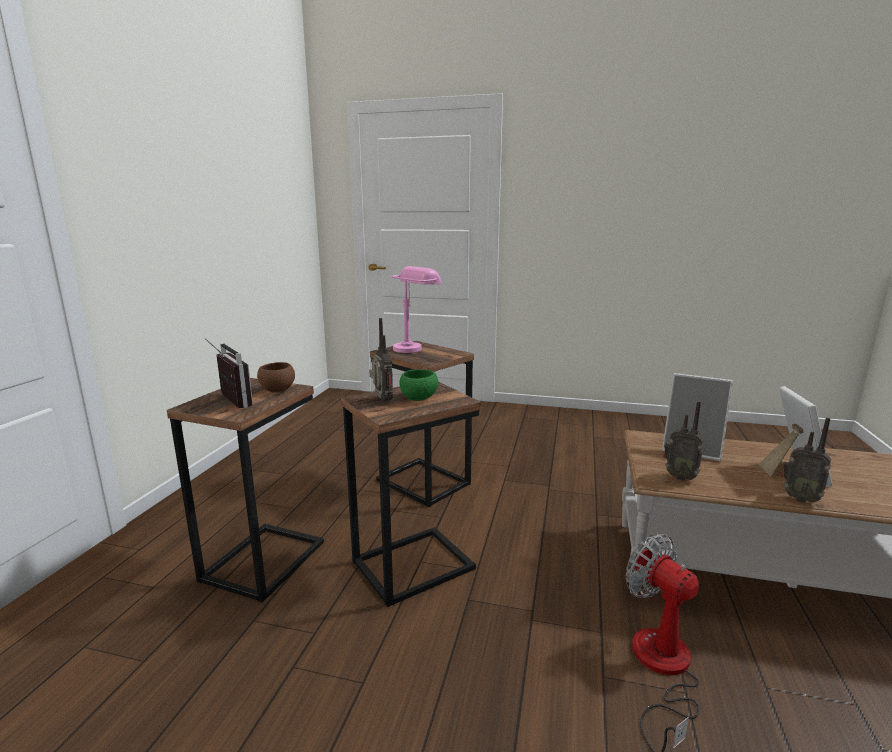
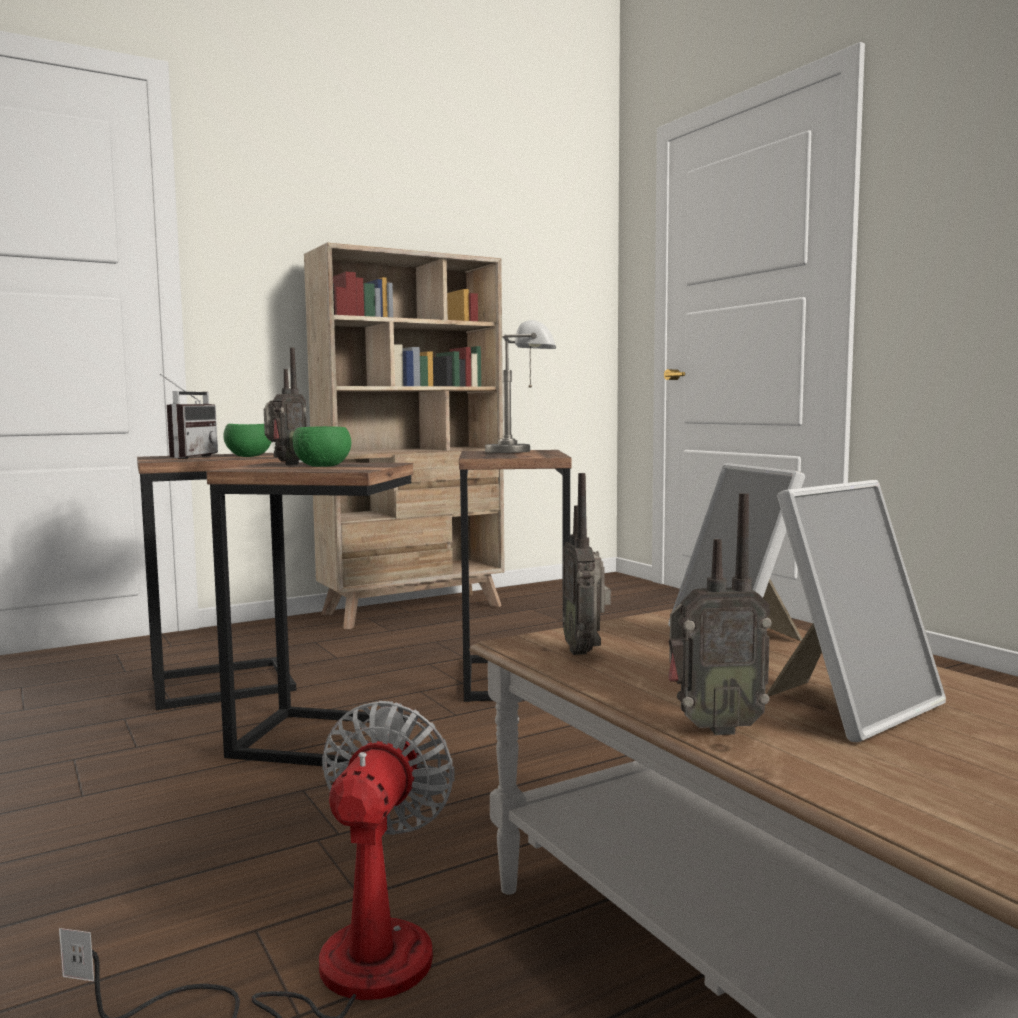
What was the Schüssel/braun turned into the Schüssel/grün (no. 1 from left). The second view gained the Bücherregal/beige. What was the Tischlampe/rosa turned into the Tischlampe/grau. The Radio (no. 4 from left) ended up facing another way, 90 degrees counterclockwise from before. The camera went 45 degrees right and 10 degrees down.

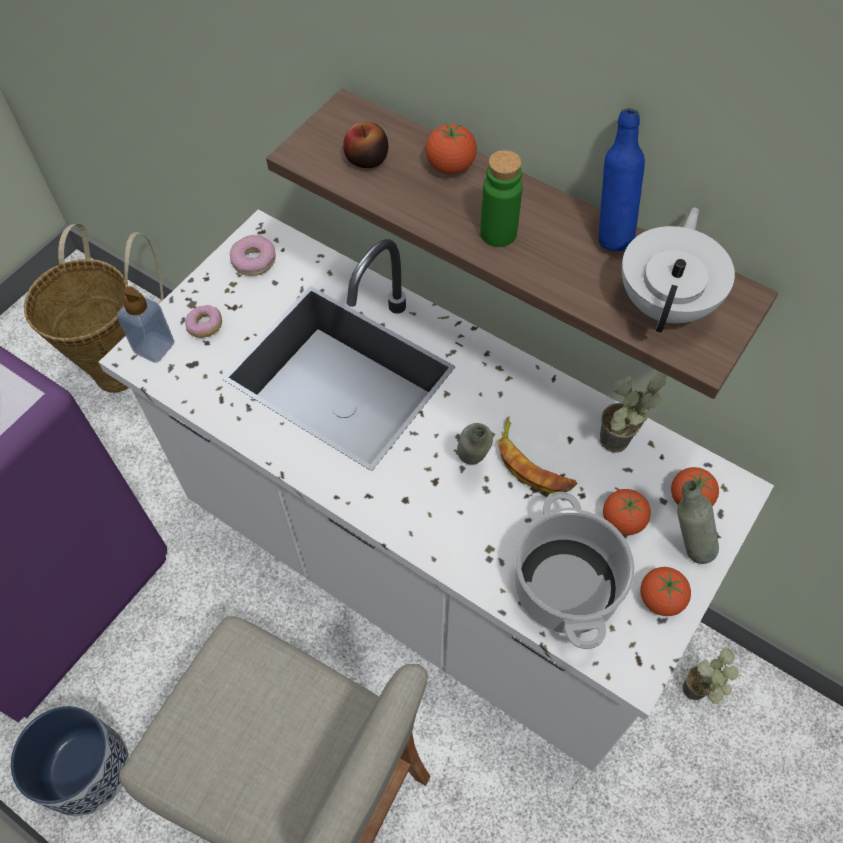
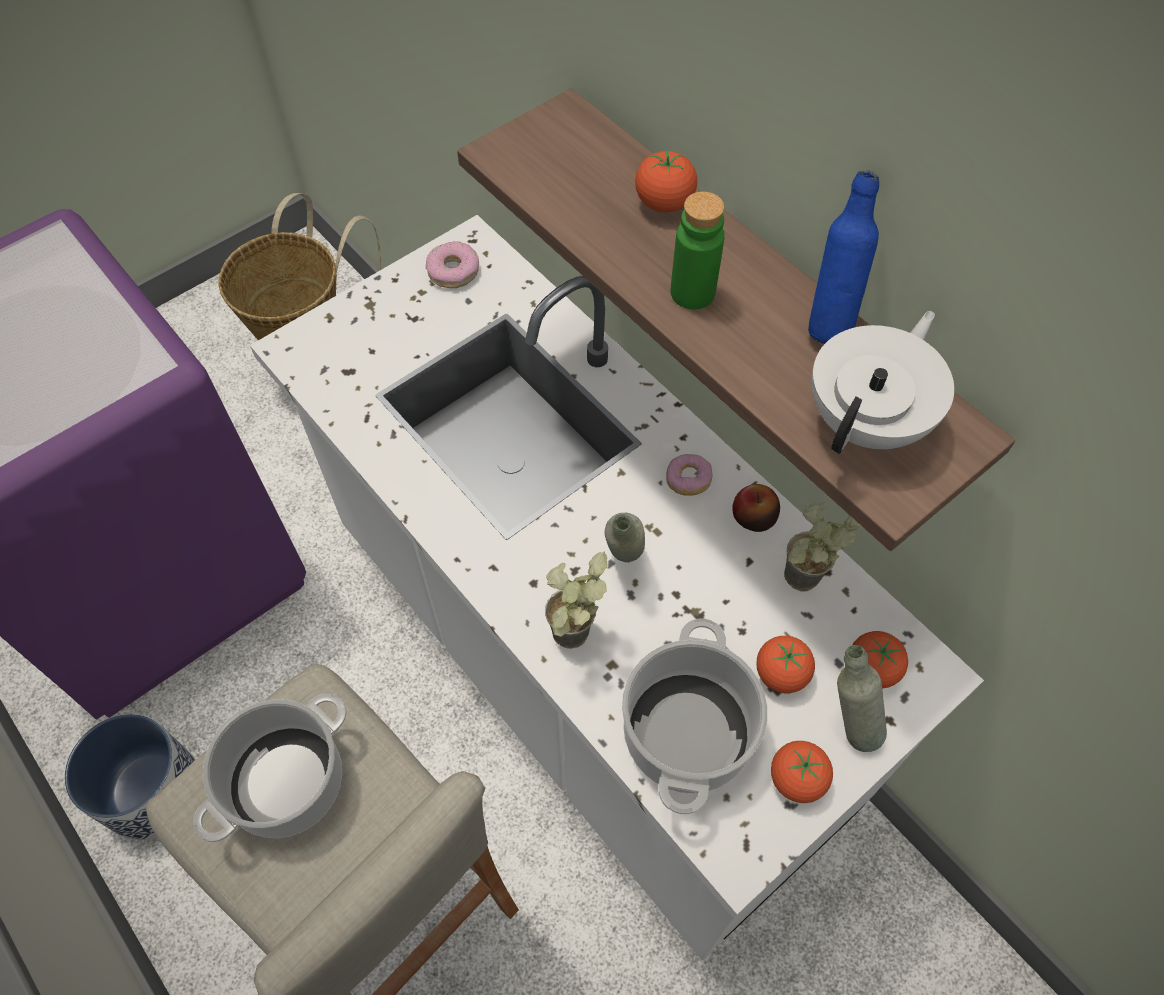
The second view gained the Kochtopf (no. 1 from left). The Topfpflanze (no. 2 from left in the first image) ended up elsewhere. The Donut (no. 1 from left in the first image) ended up elsewhere. The Apfel ended up elsewhere. The second view lost the Seifenspender. The second view lost the Banane. The camera went 15 degrees right and 0 degrees up.

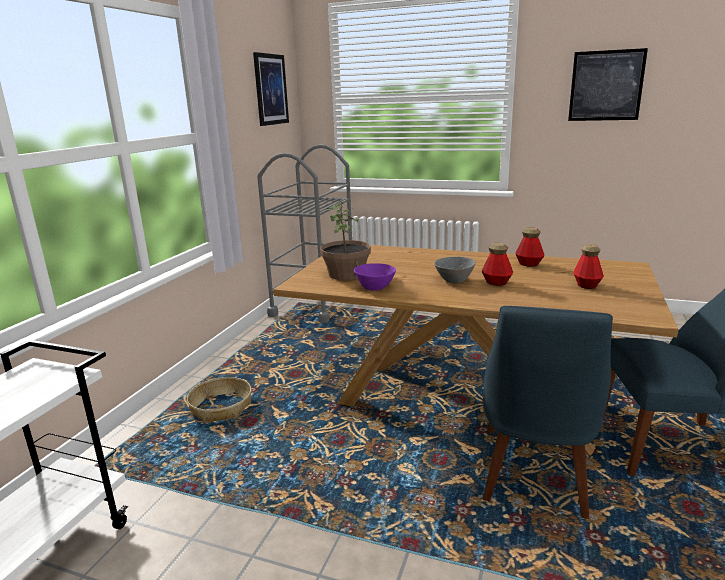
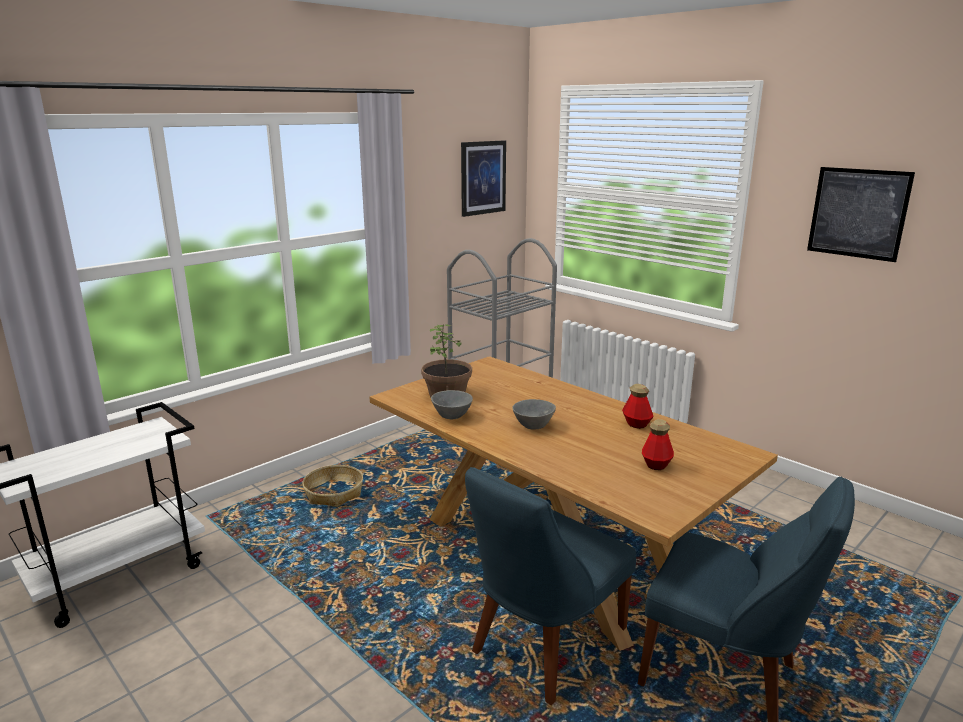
What was the Schüssel/lila turned into the Schüssel/grau (no. 1 from left). The second view lost the Flasche (no. 1 from left). The camera went 25 degrees right and 0 degrees up.

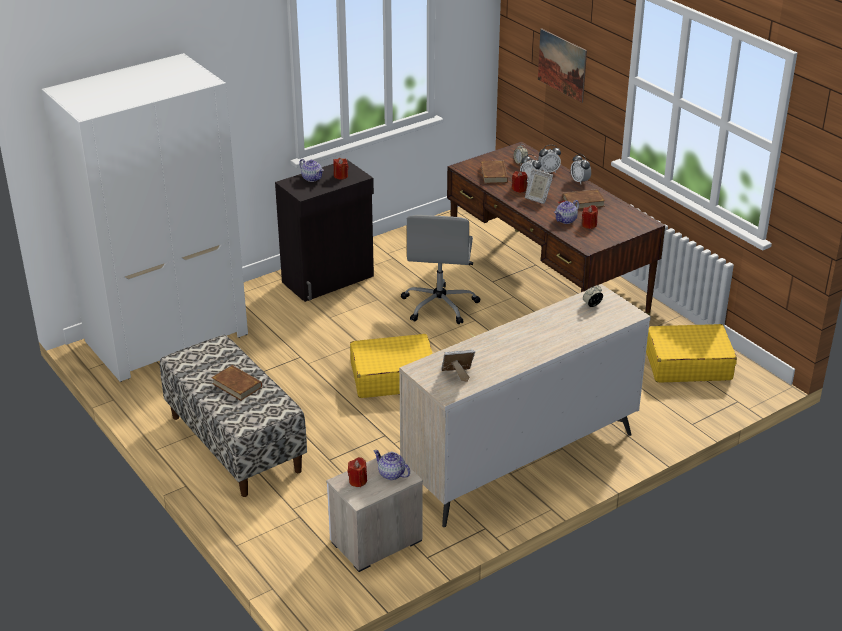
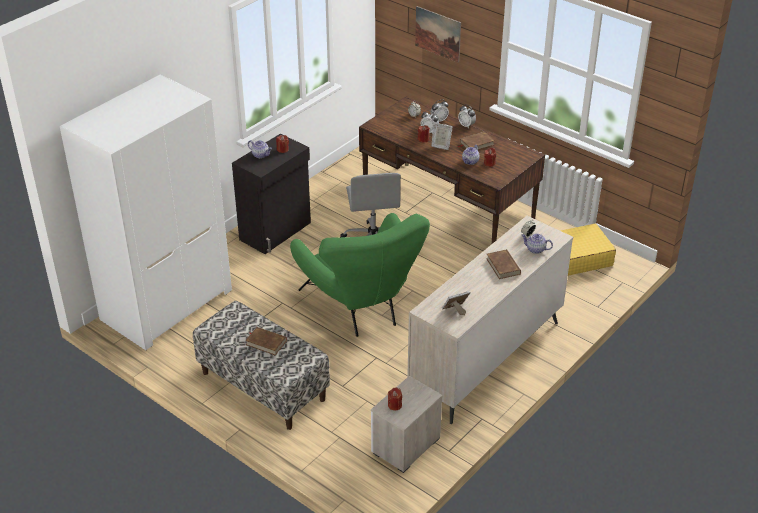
Where the Koffer/gelb (no. 1 from left) stood, the Sessel/grün came to stand. The Buch/braun (no. 2 from left in the first image) ended up elsewhere. The Teekanne (no. 2 from left in the first image) ended up elsewhere. The camera went 15 degrees left and 5 degrees up.

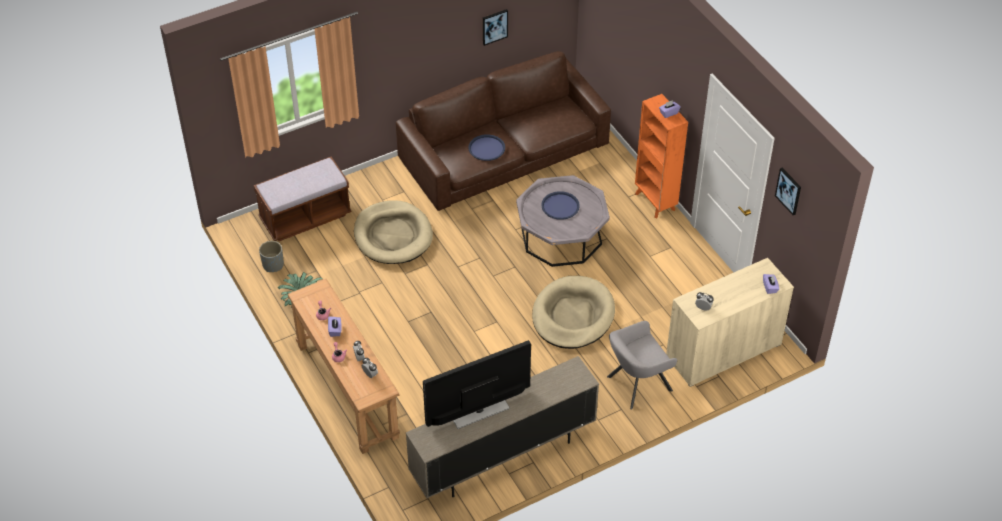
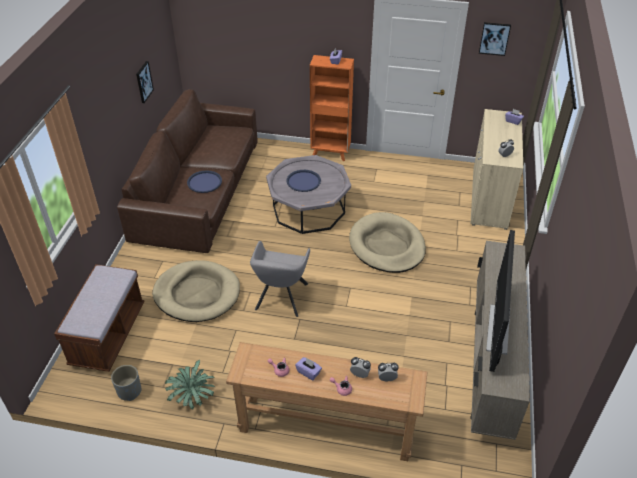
The Sessel/grau ended up elsewhere. The camera went 50 degrees left and 5 degrees down.

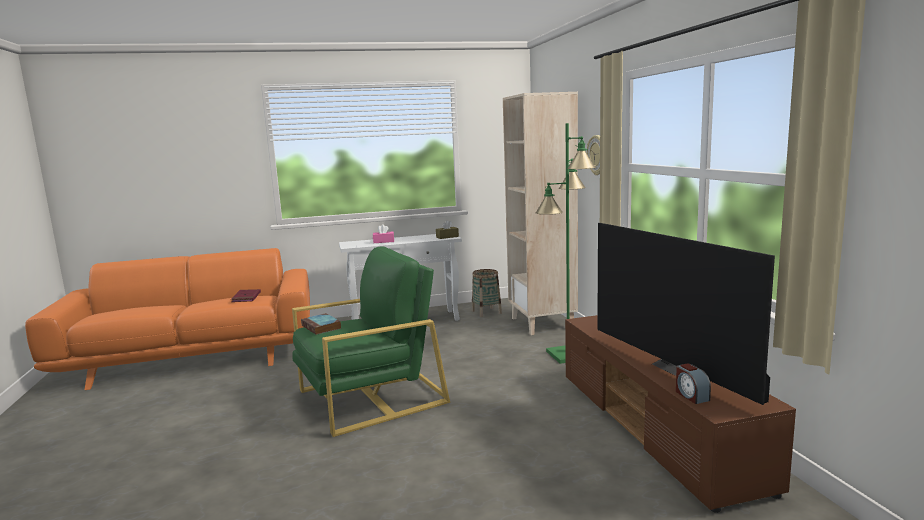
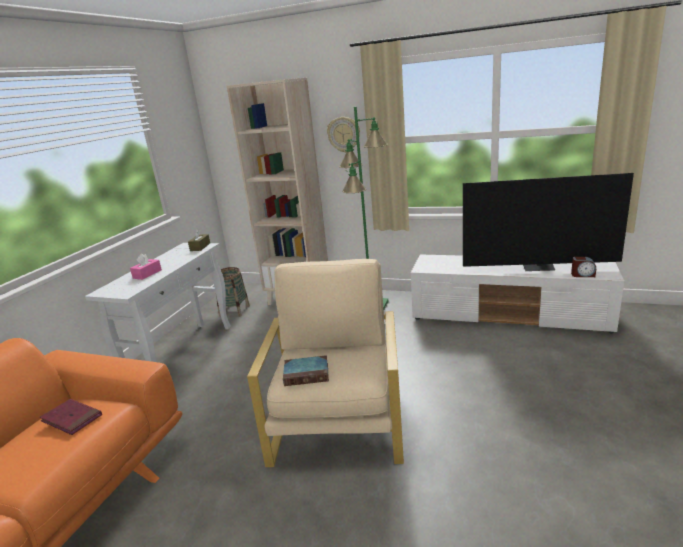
What was the Sessel/grün turned into the Sessel/beige. What was the Fernsehschrank/braun turned into the Fernsehschrank/weiß. The camera went 55 degrees left and 10 degrees up.

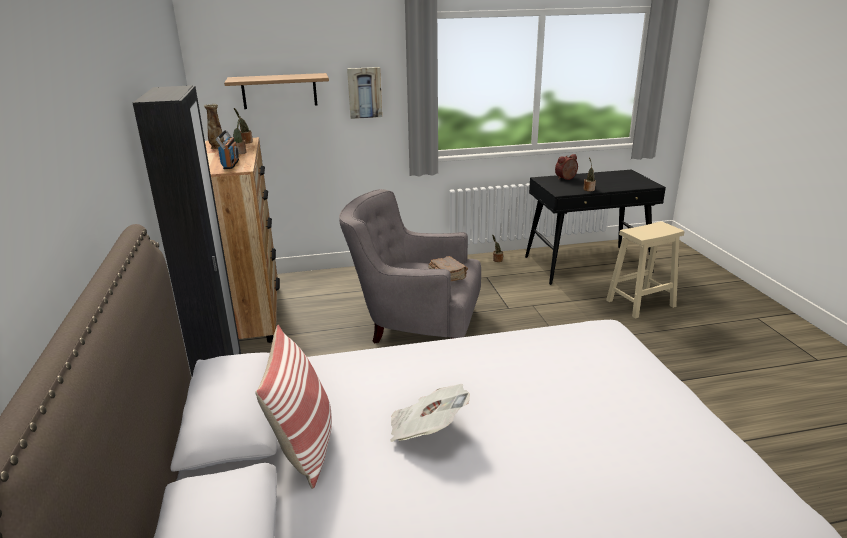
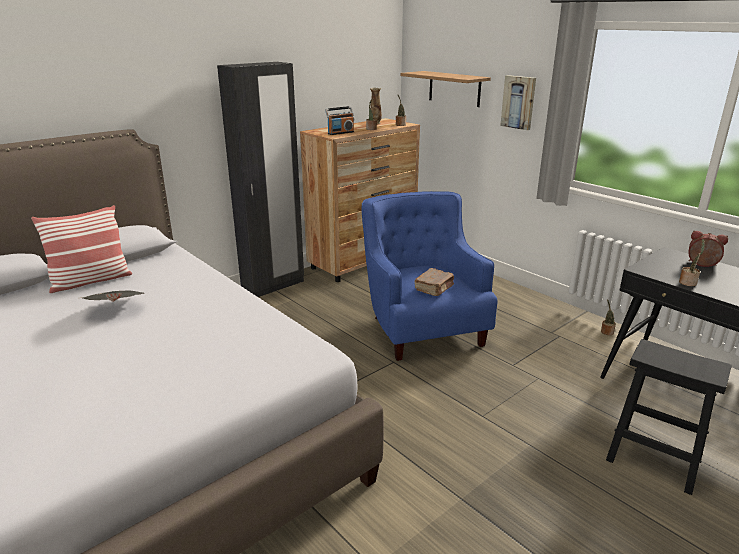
What was the Sessel/grau turned into the Sessel/blau. What was the Hocker/beige turned into the Hocker/schwarz. The camera went 60 degrees right and 0 degrees up.

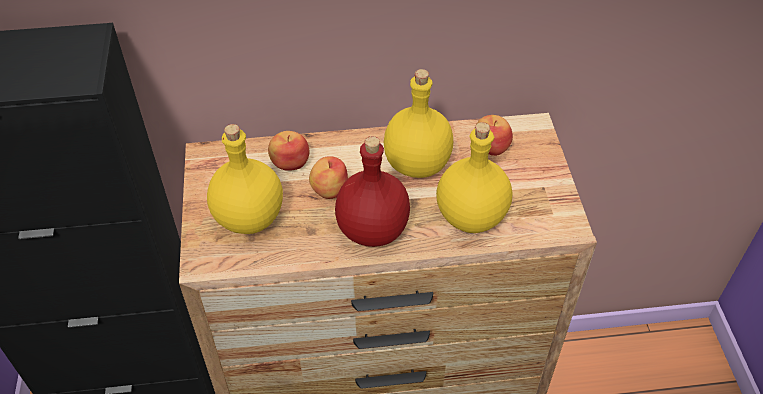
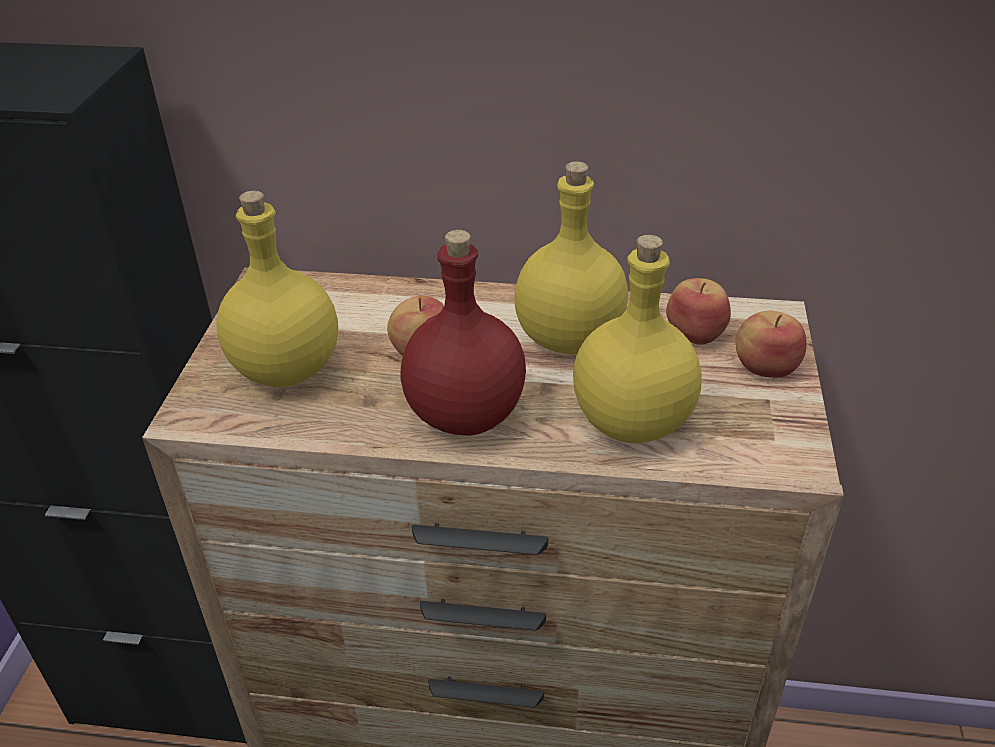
The Apfel (no. 1 from left in the first image) ended up elsewhere. The camera went 15 degrees right and 10 degrees down.

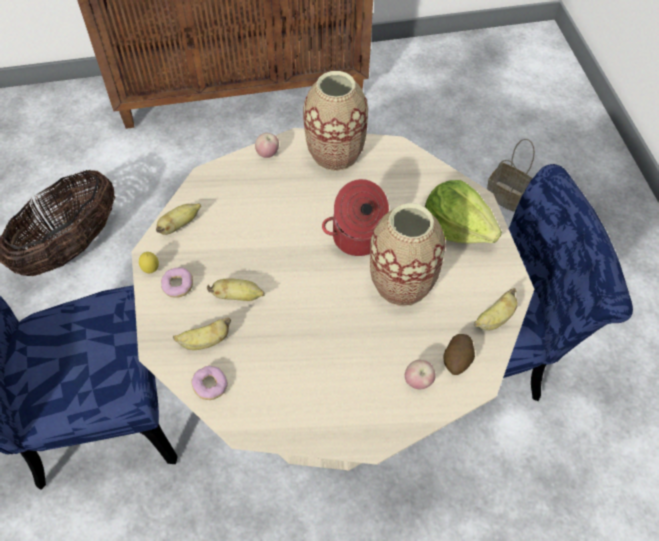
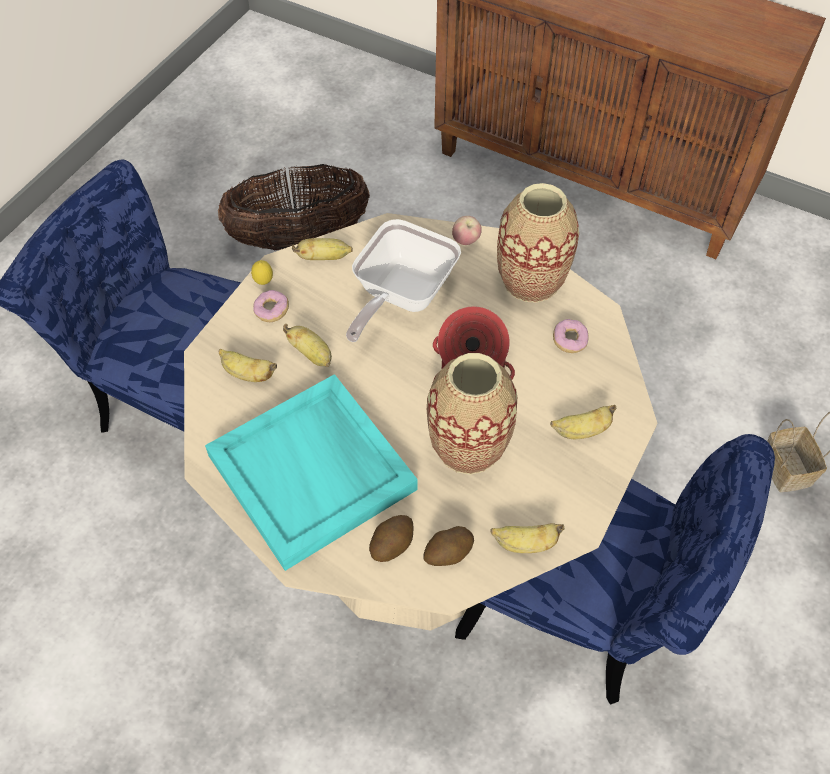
The second view gained the Tablett/türkis. The second view gained the Pfanne. Where the Apfel (no. 2 from left) stood, the Kartoffel (no. 1 from left) came to stand. Where the Salatkopf stood, the Banane (no. 5 from left) came to stand. The Donut (no. 2 from left) ended up elsewhere. The camera went 40 degrees right and 0 degrees up.

